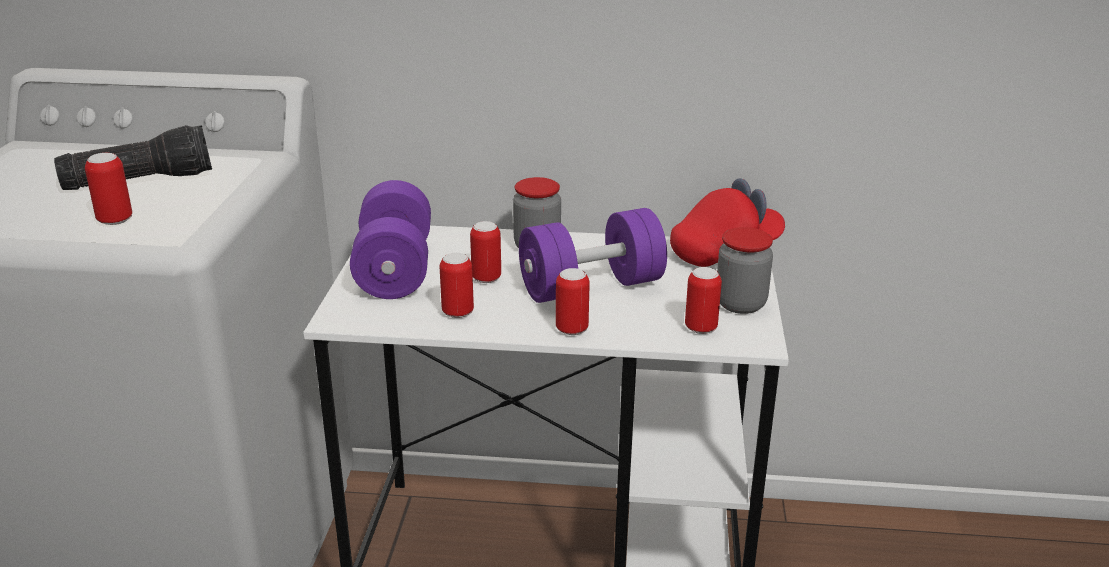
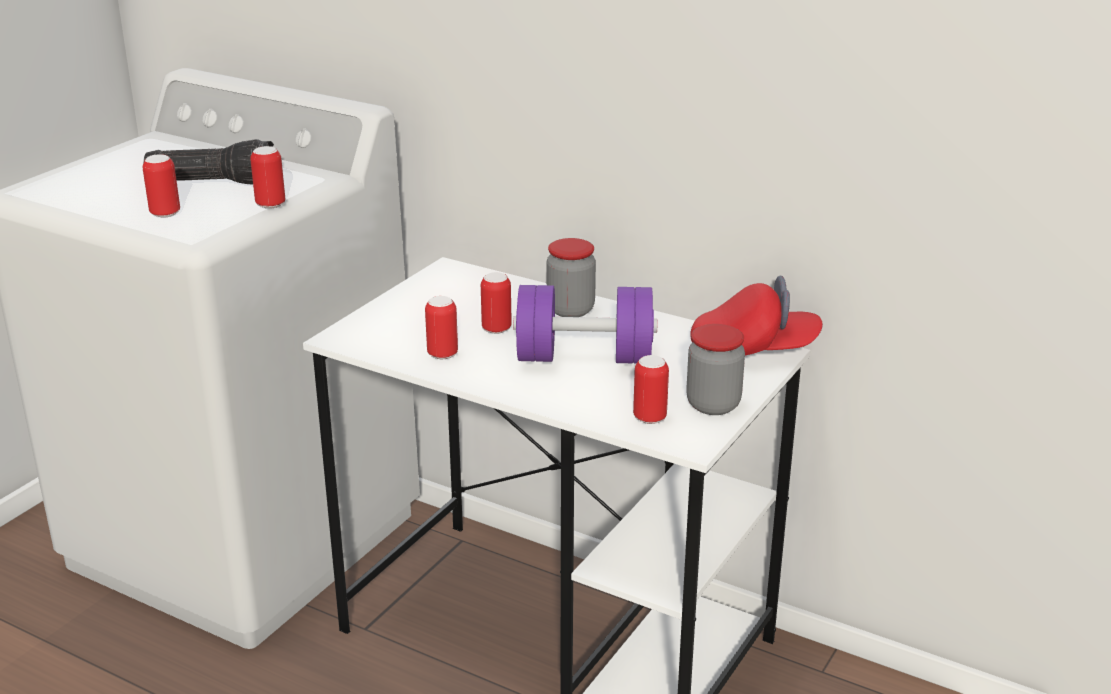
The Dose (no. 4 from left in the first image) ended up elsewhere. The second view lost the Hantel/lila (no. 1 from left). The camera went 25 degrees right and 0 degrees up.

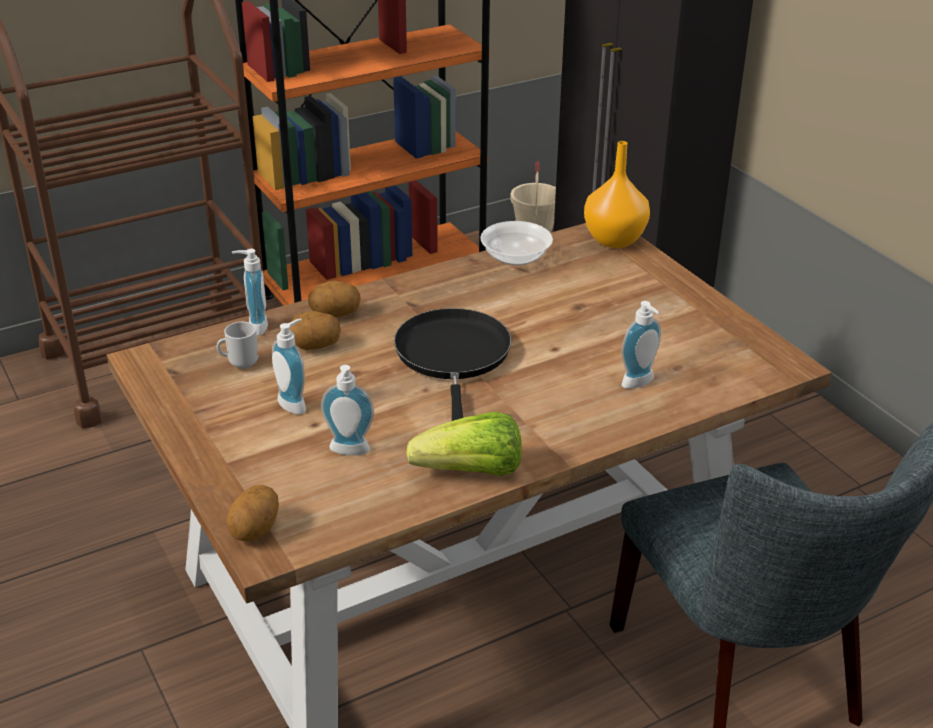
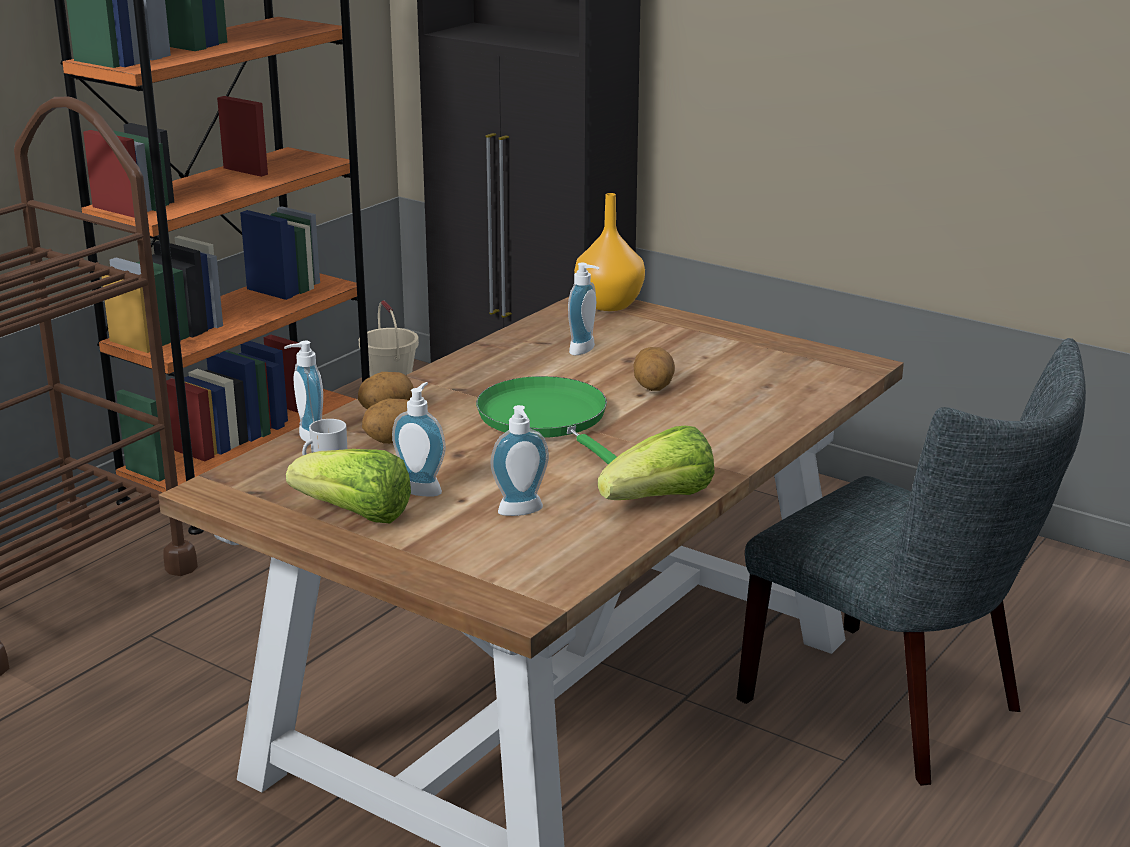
The second view gained the Salatkopf (no. 1 from left). What was the Pfanne/schwarz turned into the Pfanne/grün. The Seifenspender (no. 4 from left) ended up elsewhere. The Kartoffel (no. 1 from left in the first image) ended up elsewhere. The second view lost the Schüssel. The camera went 25 degrees left and 10 degrees down.

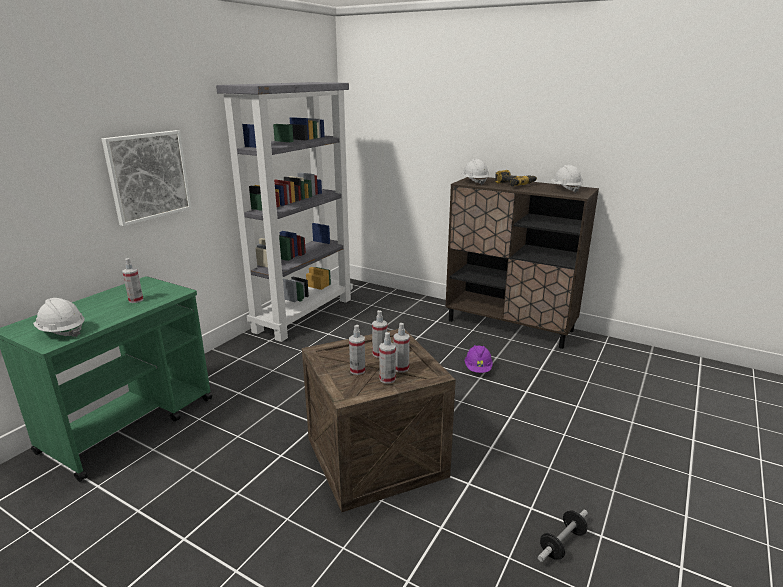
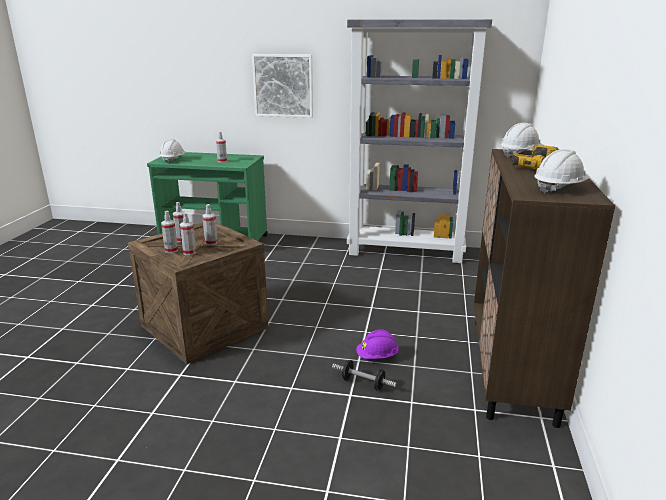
The Hantel ended up elsewhere. The camera went 70 degrees right and 0 degrees up.

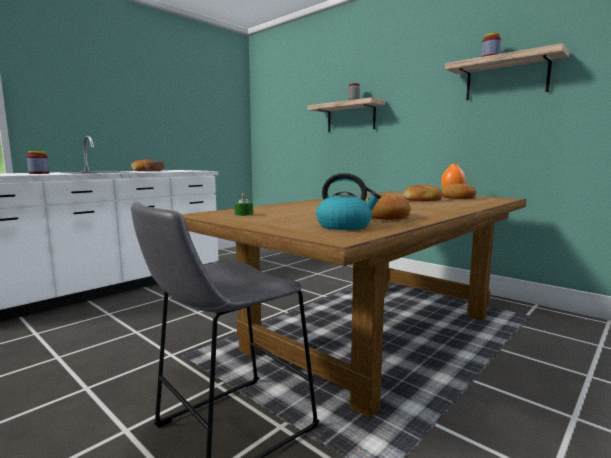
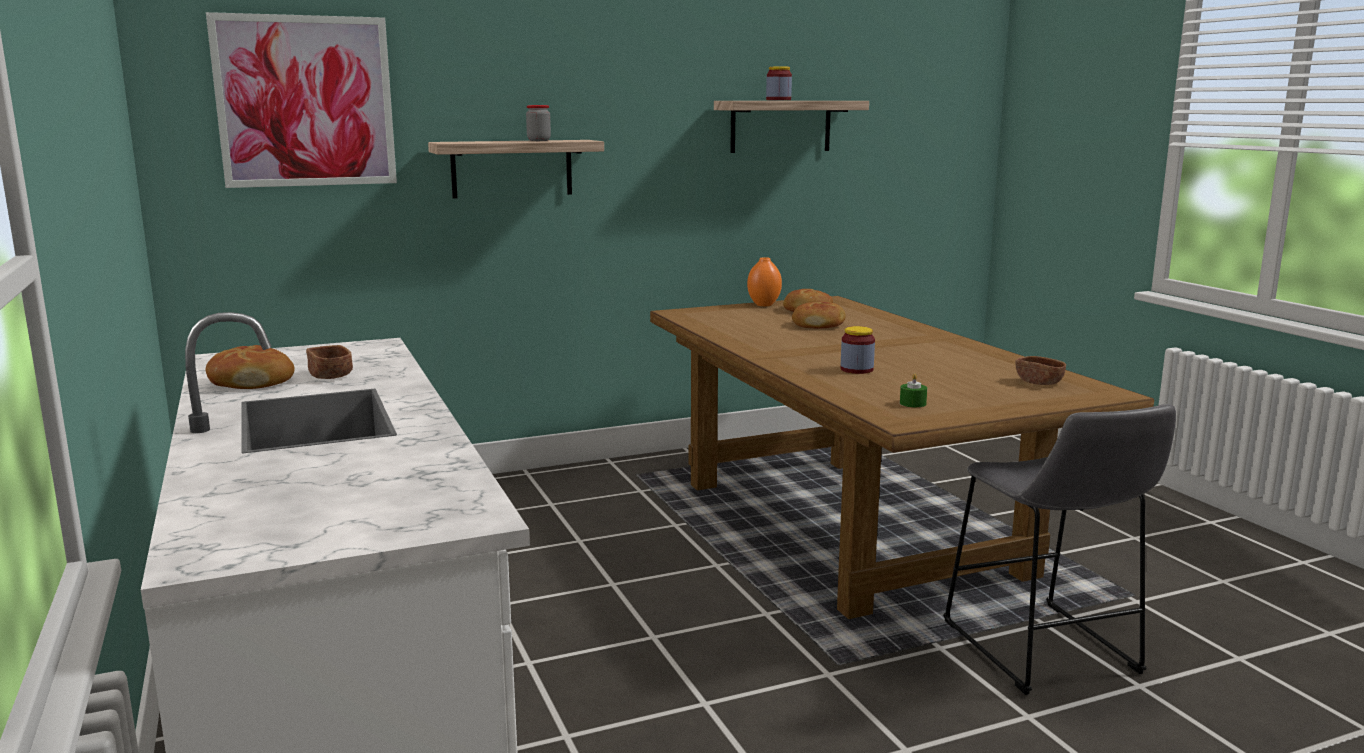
The second view gained the Bild. The Vorratsglas (no. 1 from left in the first image) ended up elsewhere. Where the Wasserkessel stood, the Schüssel/braun (no. 2 from left) came to stand. The second view lost the Brot (no. 2 from left). The camera went 65 degrees left and 5 degrees up.

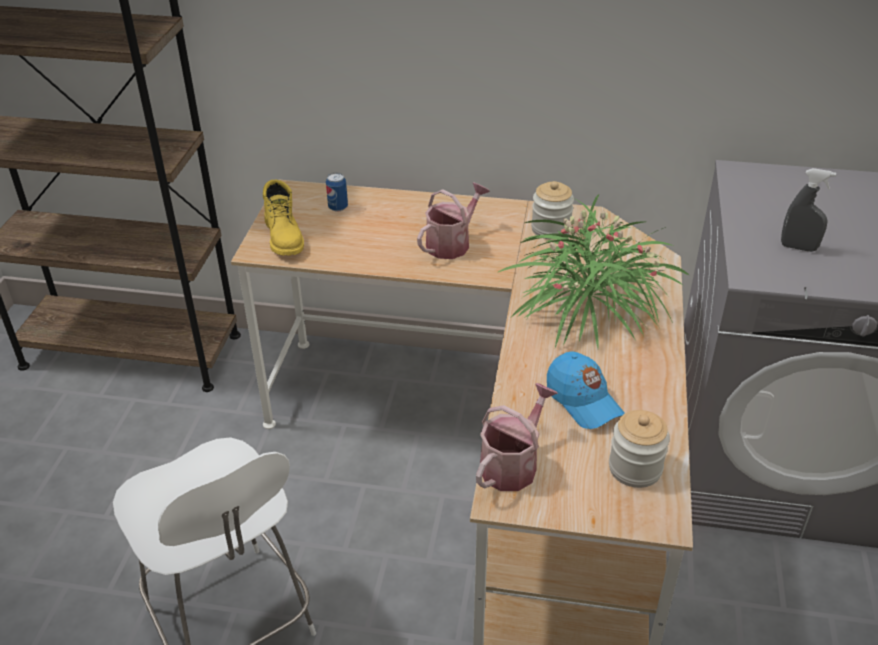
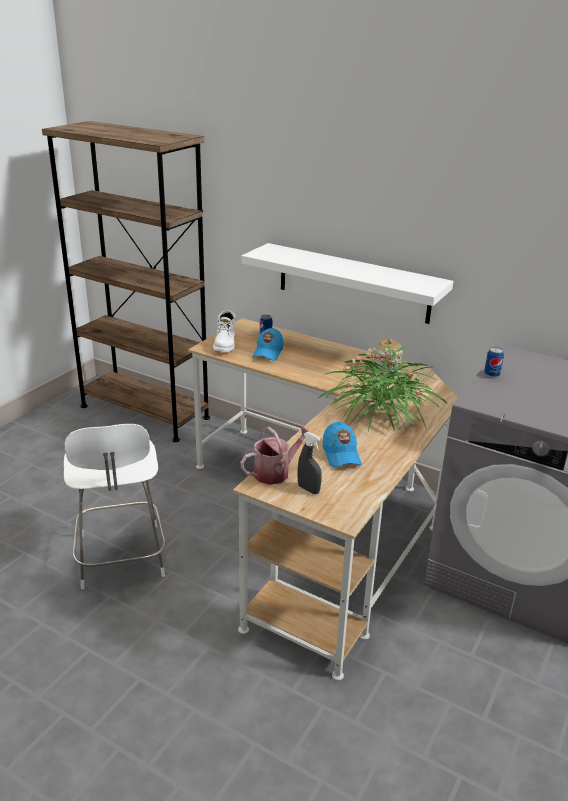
What was the Stiefel/gelb turned into the Stiefel/weiß. The second view gained the Wandregal/weiß. The second view gained the Kappe/blau (no. 1 from left). The Sprühflasche/grau ended up elsewhere. The second view gained the Dose (no. 2 from left). The second view lost the Gießkanne (no. 1 from left). The second view lost the Vorratsglas (no. 2 from left). The camera went 20 degrees right and 10 degrees down.

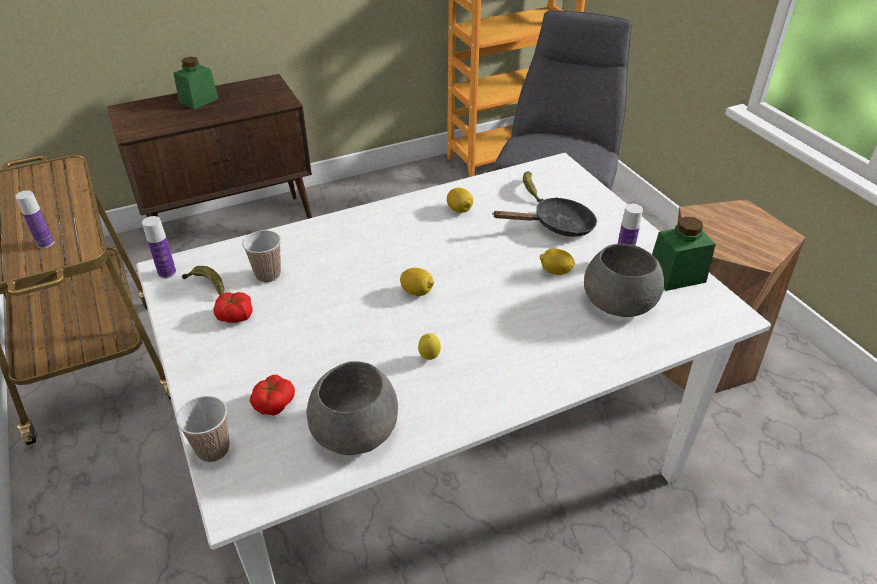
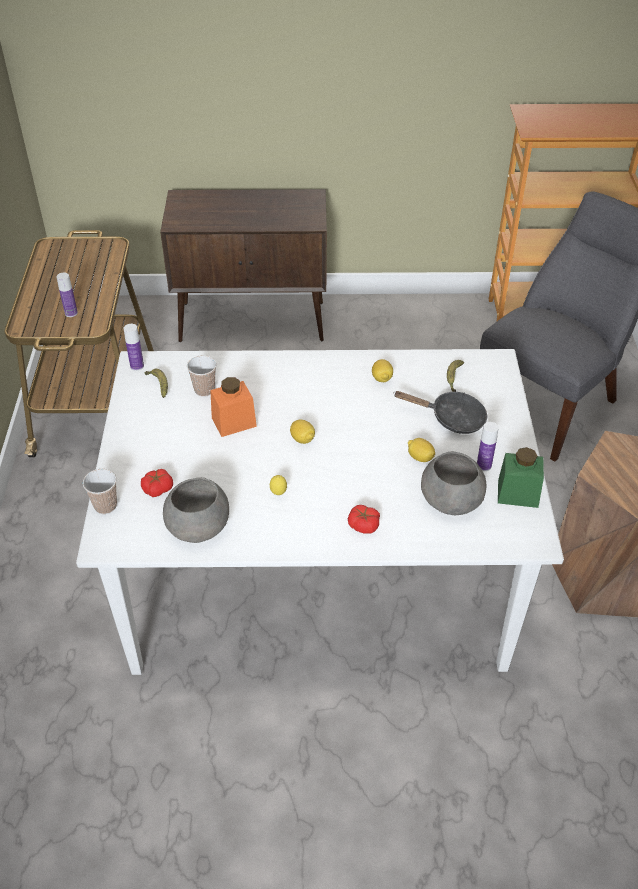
The second view gained the Vorratsglas/orange. The Tomate (no. 1 from left in the first image) ended up elsewhere. The second view lost the Vorratsglas/grün (no. 1 from left). The camera went 25 degrees right and 5 degrees up.

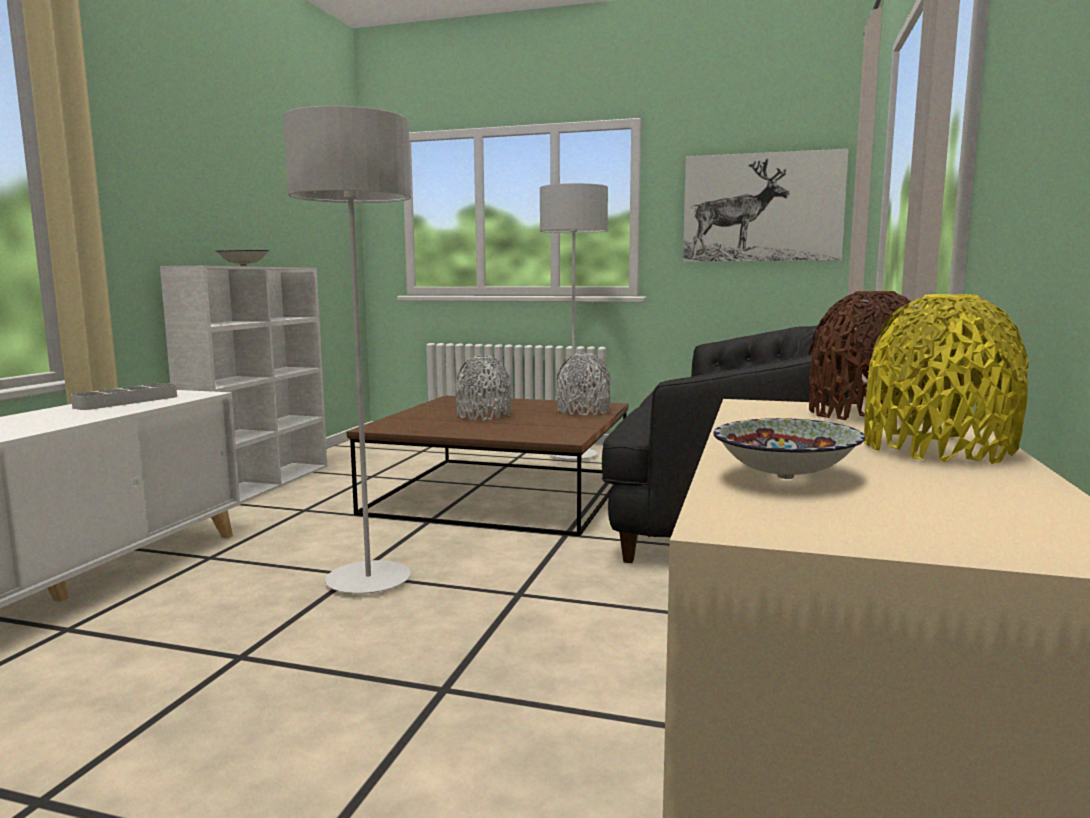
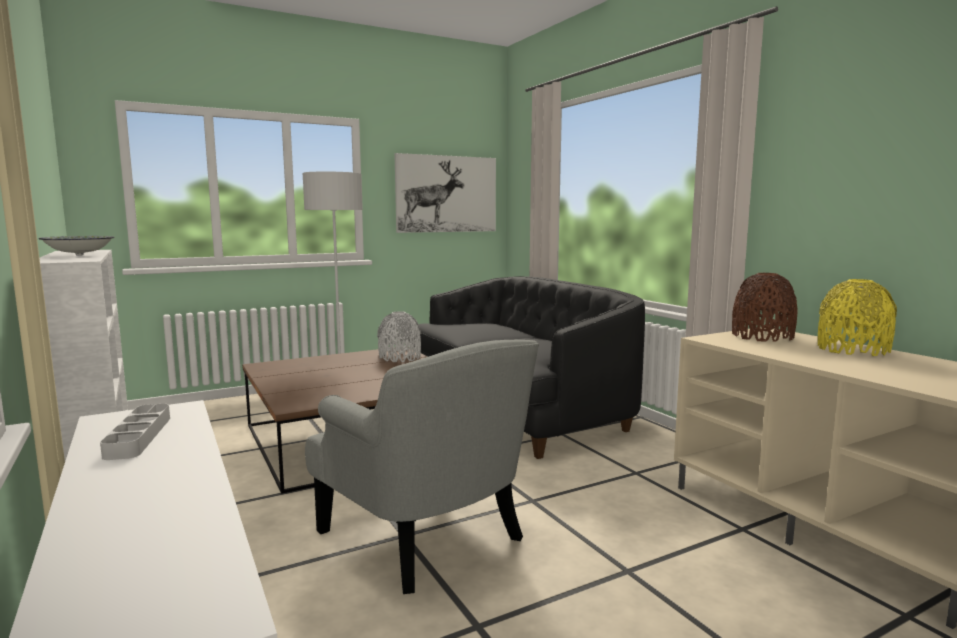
Where the Stehlampe/grau (no. 1 from left) stood, the Sessel/grau came to stand. The second view lost the Vase/grau (no. 1 from left). The second view lost the Schüssel (no. 2 from left). The camera went 45 degrees left and 0 degrees up.

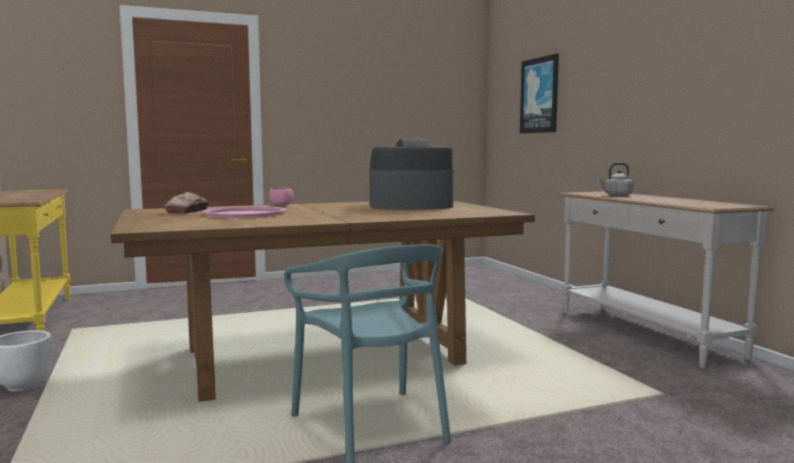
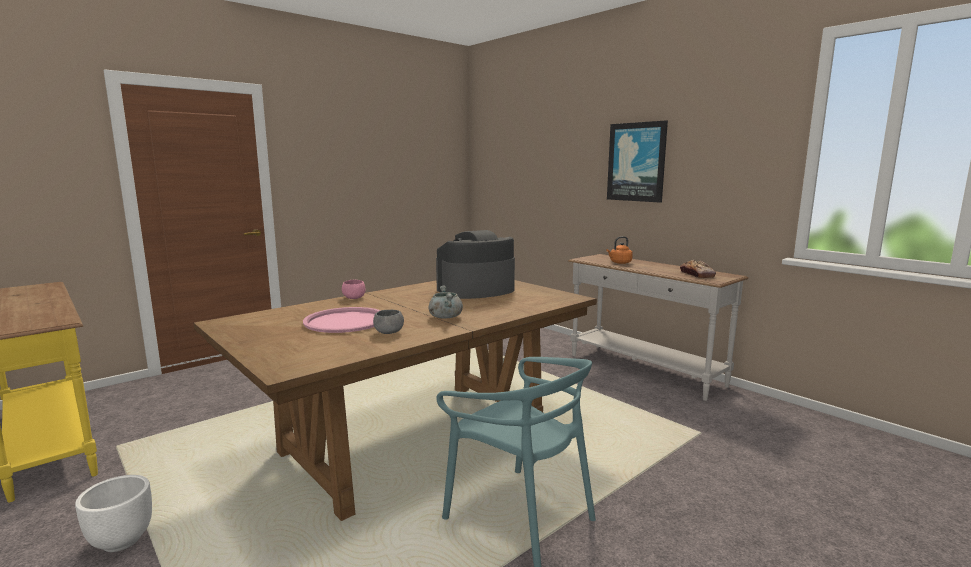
The second view gained the Schüssel/grau. The second view gained the Kochtopf/grau. What was the Wasserkessel/grau turned into the Wasserkessel/orange. The Bild ended up elsewhere. The Brot ended up elsewhere. The camera went 20 degrees left and 5 degrees up.

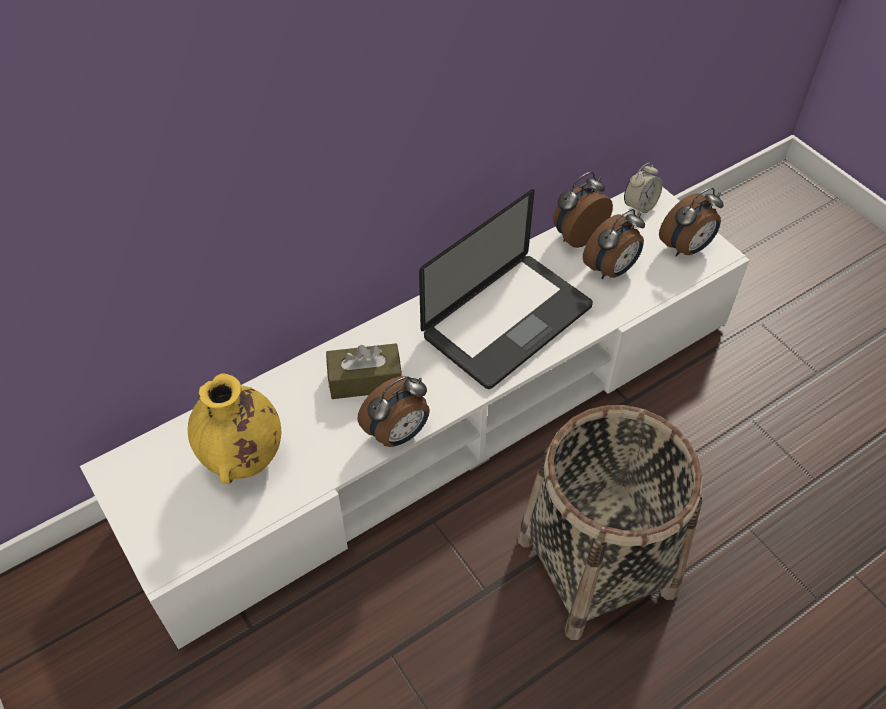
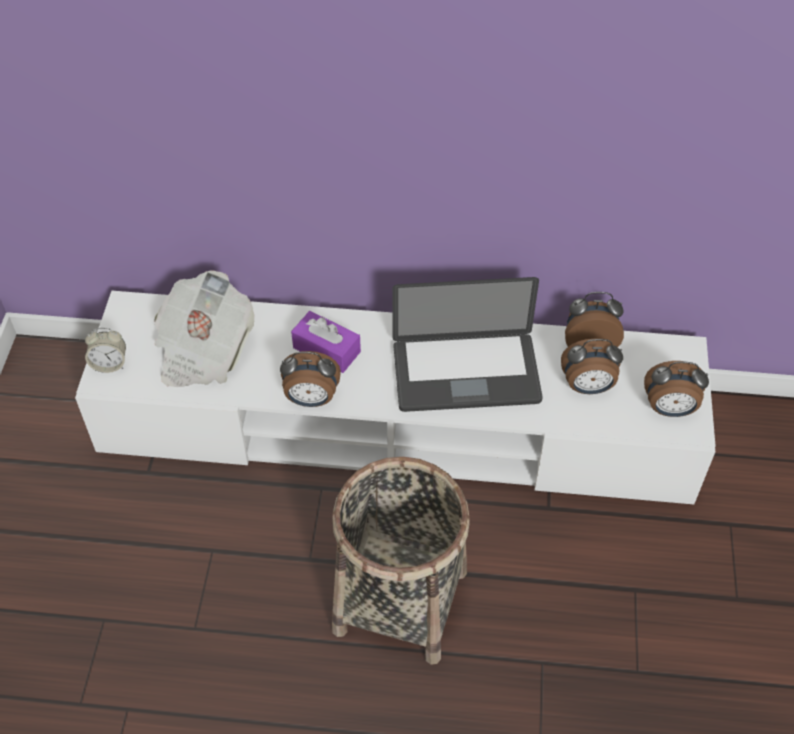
The Wecker (no. 4 from left in the first image) ended up elsewhere. Where the Vase/gelb stood, the Zeitung came to stand. What was the Taschentuchbox/braun turned into the Taschentuchbox/lila. The camera went 40 degrees right and 0 degrees up.

